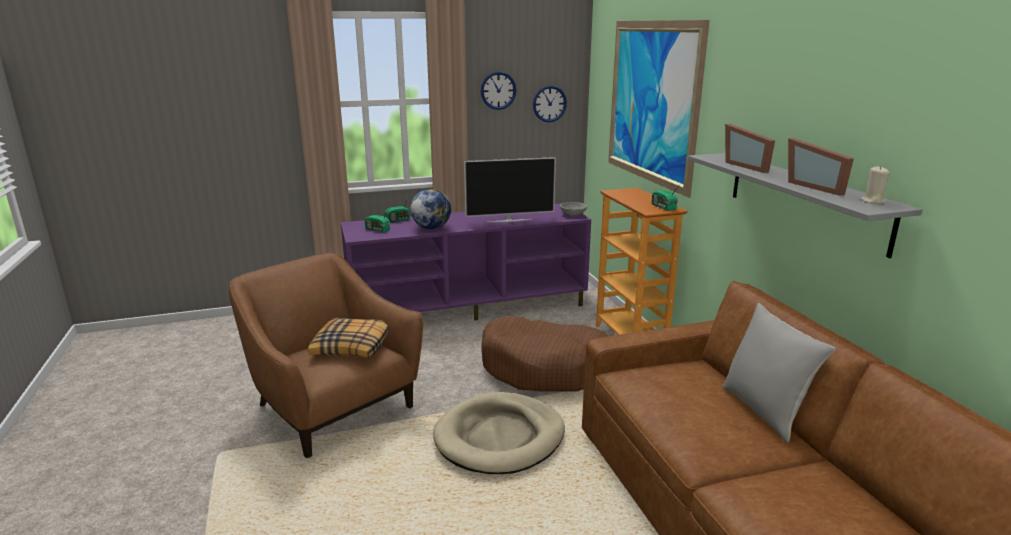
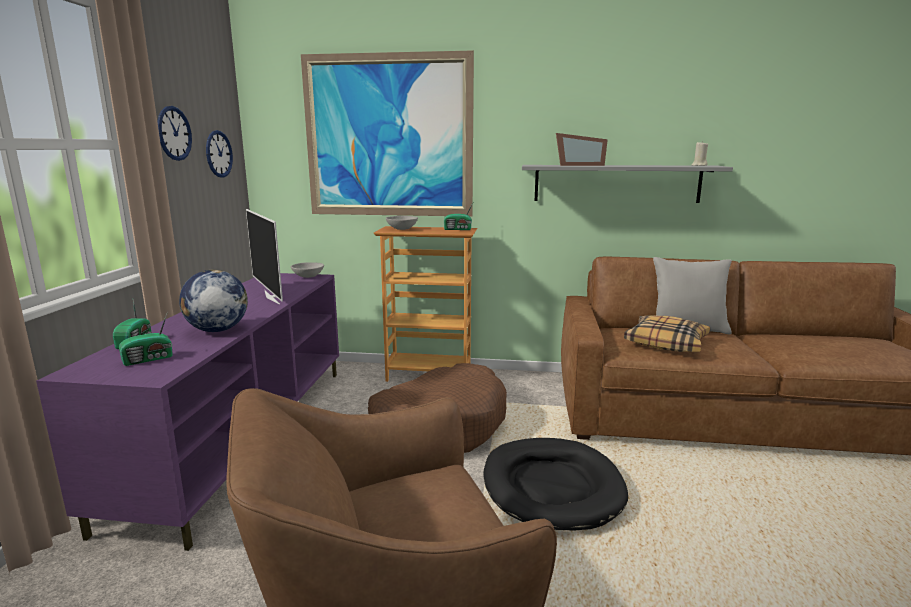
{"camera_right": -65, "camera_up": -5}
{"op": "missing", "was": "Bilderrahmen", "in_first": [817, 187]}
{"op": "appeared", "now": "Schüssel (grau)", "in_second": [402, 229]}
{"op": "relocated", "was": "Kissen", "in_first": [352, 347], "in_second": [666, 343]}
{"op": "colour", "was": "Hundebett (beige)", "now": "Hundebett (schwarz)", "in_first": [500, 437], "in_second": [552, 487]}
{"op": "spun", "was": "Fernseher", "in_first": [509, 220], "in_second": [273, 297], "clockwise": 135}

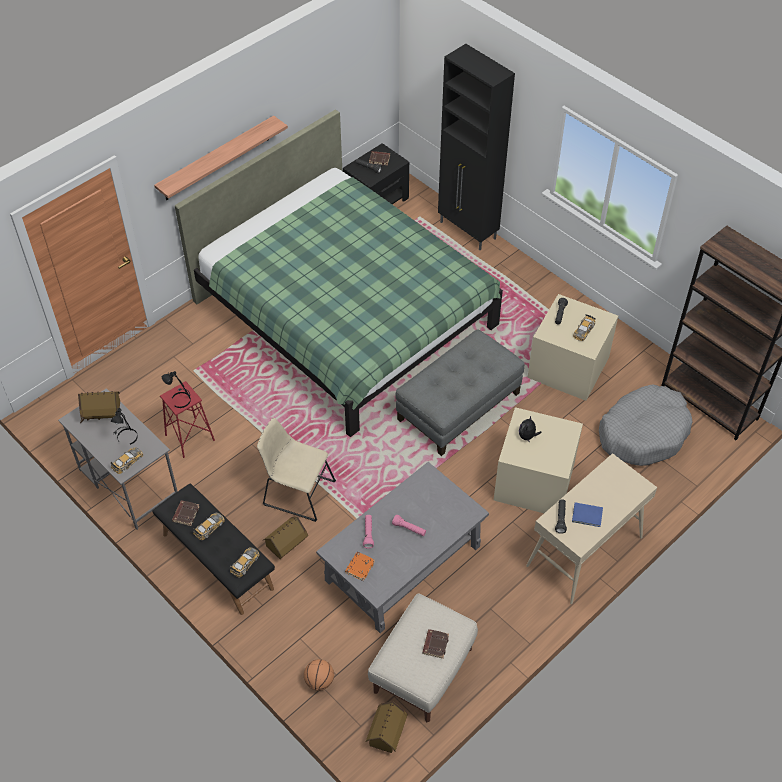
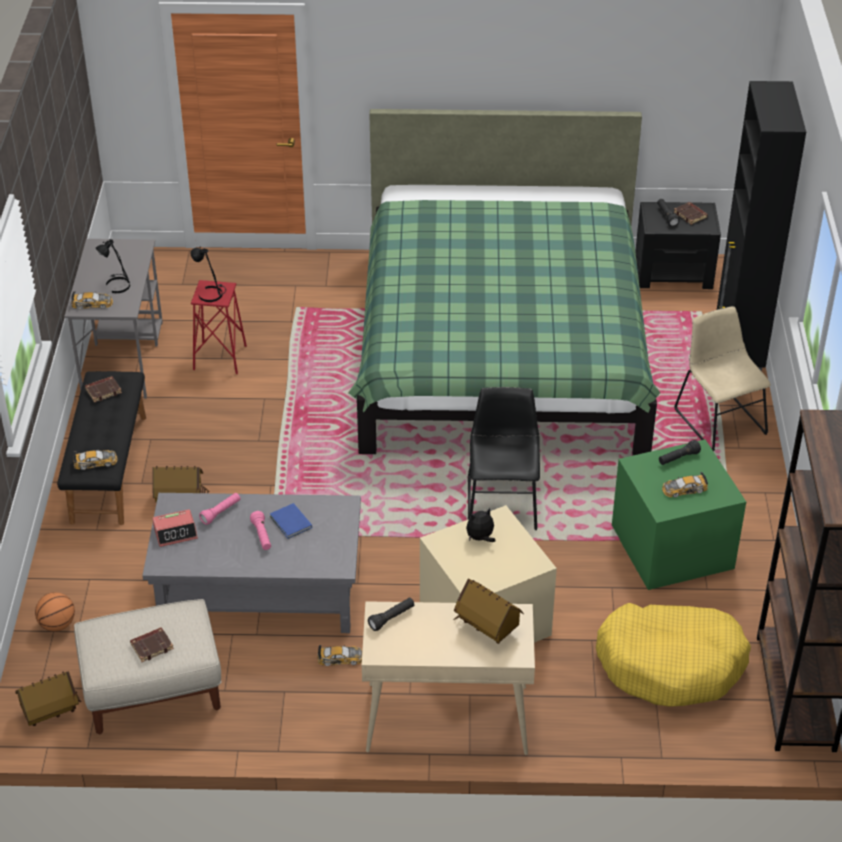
{"camera_right": 45, "camera_up": -10}
{"op": "missing", "was": "Wandregal", "in_first": [217, 159]}
{"op": "relocated", "was": "Spielzeughaus", "in_first": [102, 414], "in_second": [487, 628]}
{"op": "relocated", "was": "Spielzeugauto", "in_first": [209, 527], "in_second": [340, 658]}
{"op": "relocated", "was": "Stuhl (beige)", "in_first": [296, 492], "in_second": [718, 419]}
{"op": "relocated", "was": "Buch (blau)", "in_first": [588, 516], "in_second": [290, 523]}
{"op": "exchanged", "was": "Buch (orange)", "now": "Wecker", "in_first": [359, 567], "in_second": [175, 532]}
{"op": "exchanged", "was": "Polsterhocker (grau)", "now": "Stuhl (schwarz)", "in_first": [458, 405], "in_second": [502, 500]}
{"op": "colour", "was": "Aufbewahrungsbox (beige)", "now": "Aufbewahrungsbox (grün)", "in_first": [569, 367], "in_second": [674, 547]}
{"op": "colour", "was": "Hundebett (grau)", "now": "Hundebett (gelb)", "in_first": [643, 433], "in_second": [671, 664]}

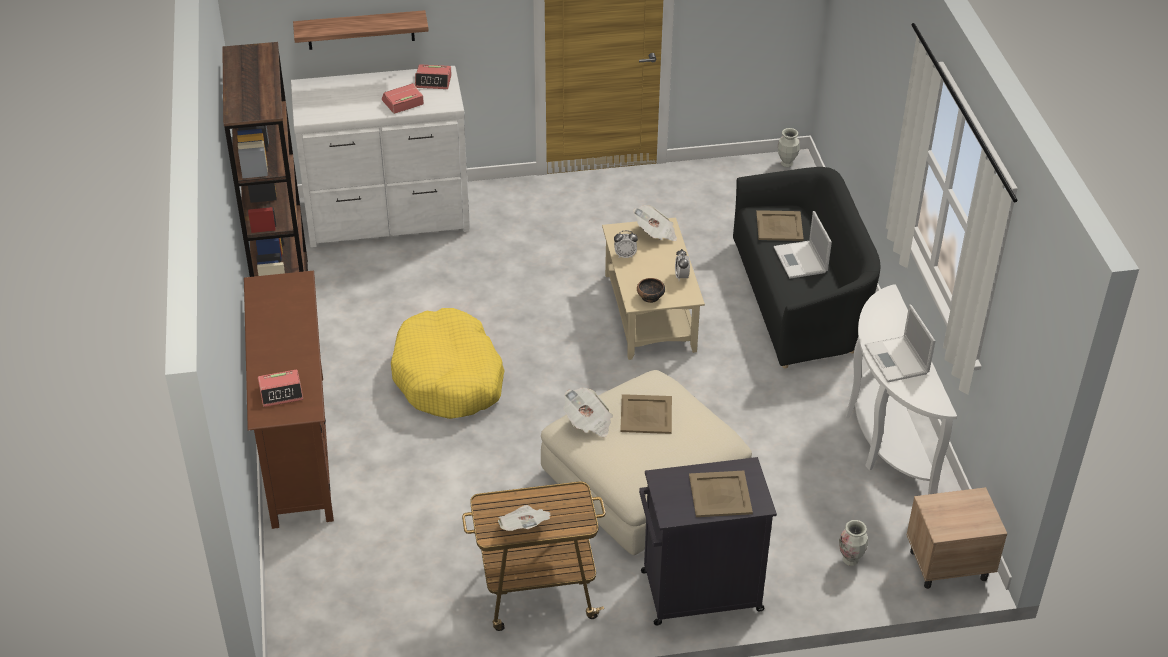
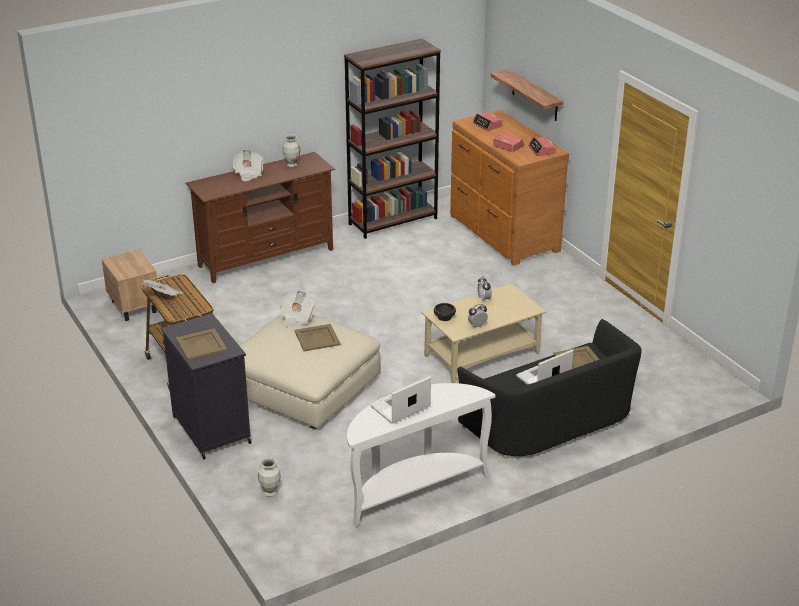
{"camera_right": 70, "camera_up": -10}
{"op": "missing", "was": "Hundebett (gelb)", "in_first": [449, 377]}
{"op": "relocated", "was": "Wecker", "in_first": [281, 393], "in_second": [487, 125]}
{"op": "relocated", "was": "Zeitung", "in_first": [655, 233], "in_second": [248, 173]}
{"op": "relocated", "was": "Vase", "in_first": [786, 164], "in_second": [291, 165]}
{"op": "relocated", "was": "Nachttisch (beige)", "in_first": [947, 565], "in_second": [134, 306]}
{"op": "colour", "was": "Kommode (weiß)", "now": "Kommode (braun)", "in_first": [388, 217], "in_second": [502, 234]}

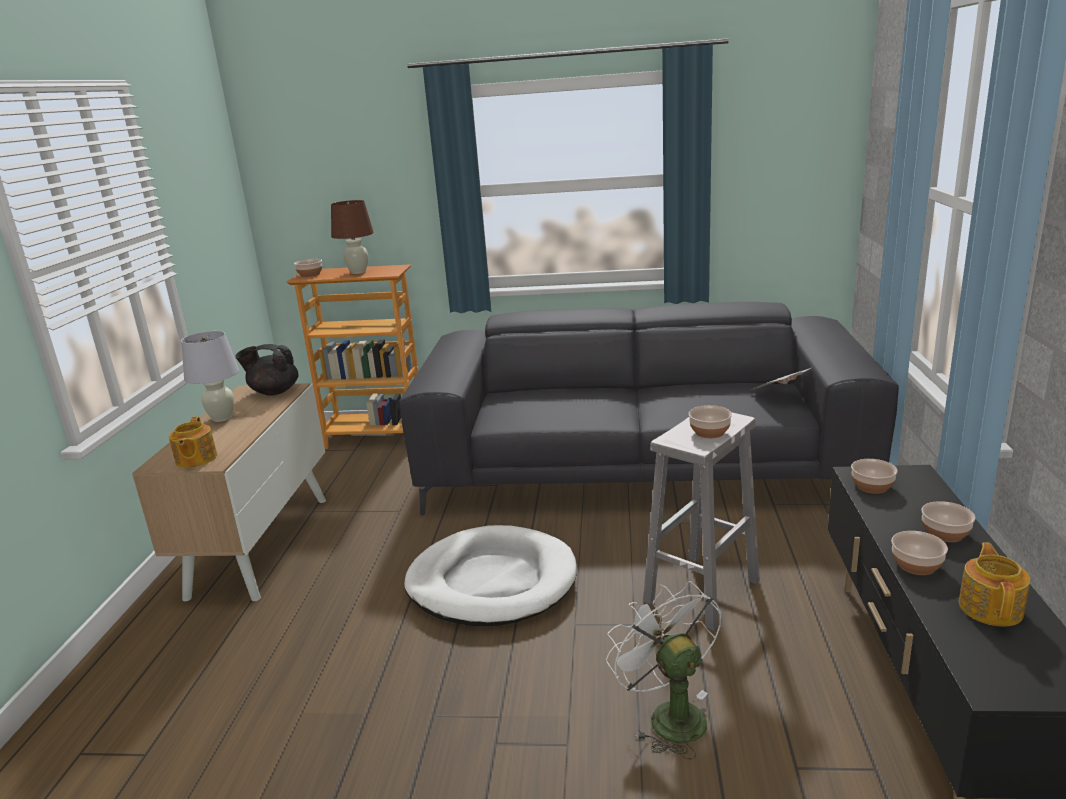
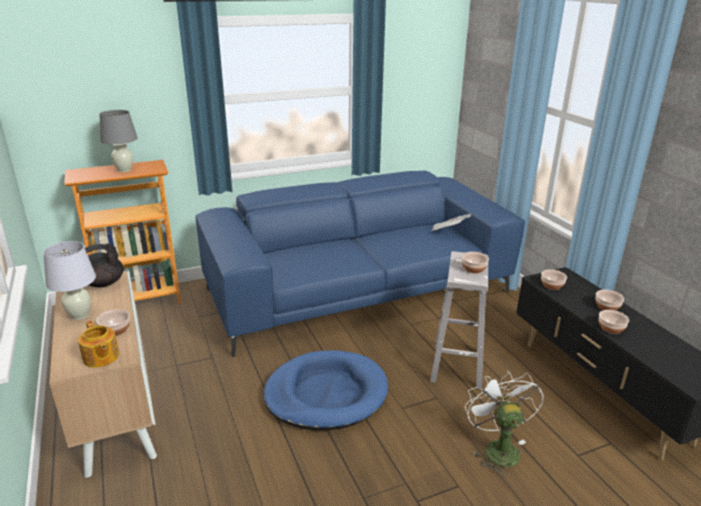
{"camera_right": -30, "camera_up": 5}
{"op": "missing", "was": "Teekanne", "in_first": [991, 607]}
{"op": "relocated", "was": "Schüssel", "in_first": [310, 274], "in_second": [116, 330]}
{"op": "colour", "was": "Tischlampe (braun)", "now": "Tischlampe (grau)", "in_first": [358, 272], "in_second": [124, 170]}
{"op": "colour", "was": "Sofa (grau)", "now": "Sofa (blau)", "in_first": [639, 468], "in_second": [358, 291]}
{"op": "colour", "was": "Hundebett (weiß)", "now": "Hundebett (blau)", "in_first": [492, 582], "in_second": [326, 394]}
{"op": "spun", "was": "Ventilator (weiß)", "in_first": [668, 715], "in_second": [497, 448], "clockwise": 45}

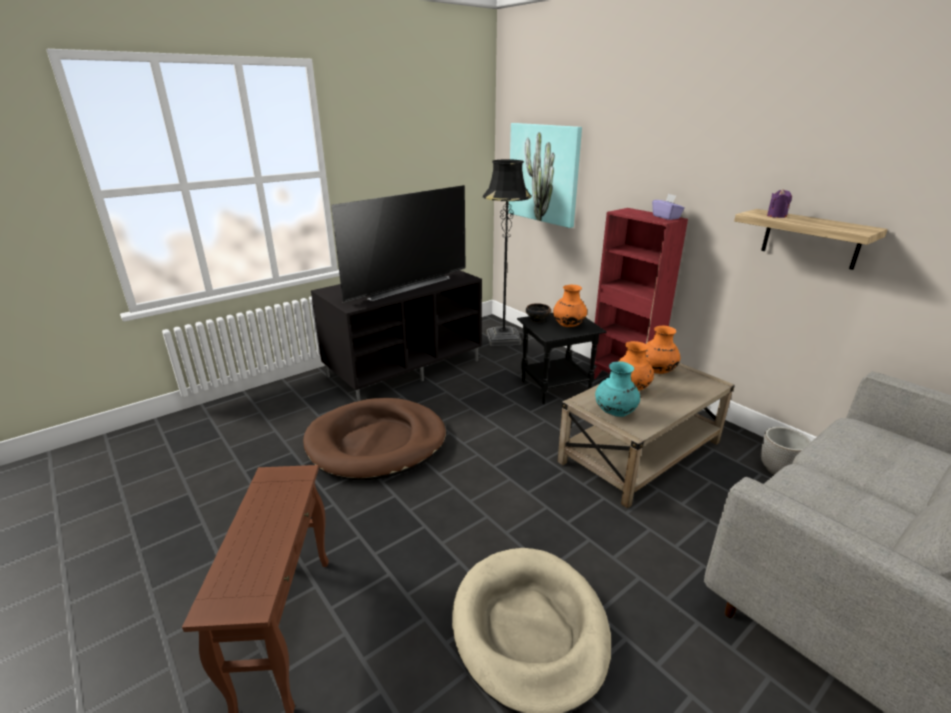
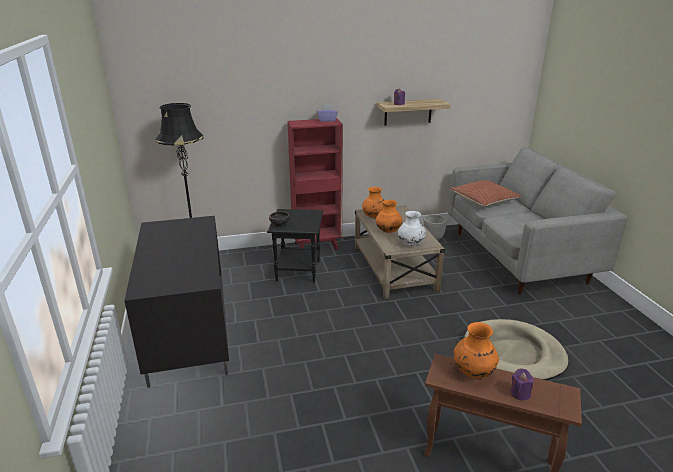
{"camera_right": -65, "camera_up": 0}
{"op": "missing", "was": "Hundebett (braun)", "in_first": [377, 443]}
{"op": "missing", "was": "Fernseher", "in_first": [405, 285]}
{"op": "missing", "was": "Bild", "in_first": [544, 173]}
{"op": "appeared", "now": "Kissen", "in_second": [484, 201]}
{"op": "appeared", "now": "Kerze (lila)", "in_second": [520, 393]}
{"op": "relocated", "was": "Vase (orange)", "in_first": [568, 325], "in_second": [473, 372]}
{"op": "colour", "was": "Vase (türkis)", "now": "Vase (weiß)", "in_first": [615, 413], "in_second": [411, 244]}

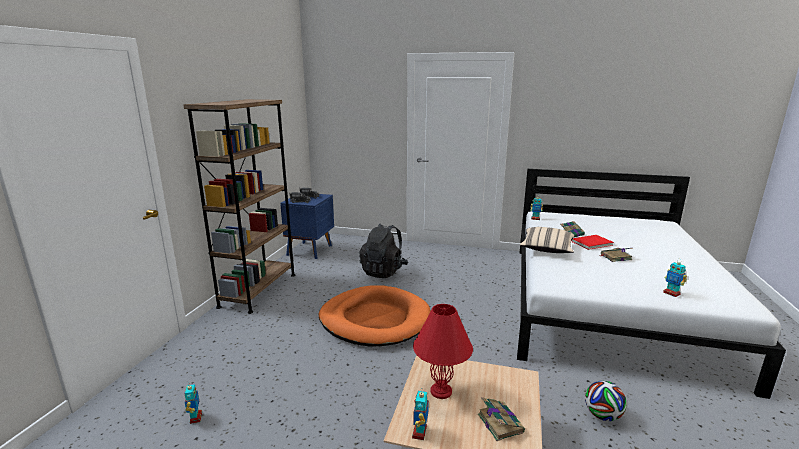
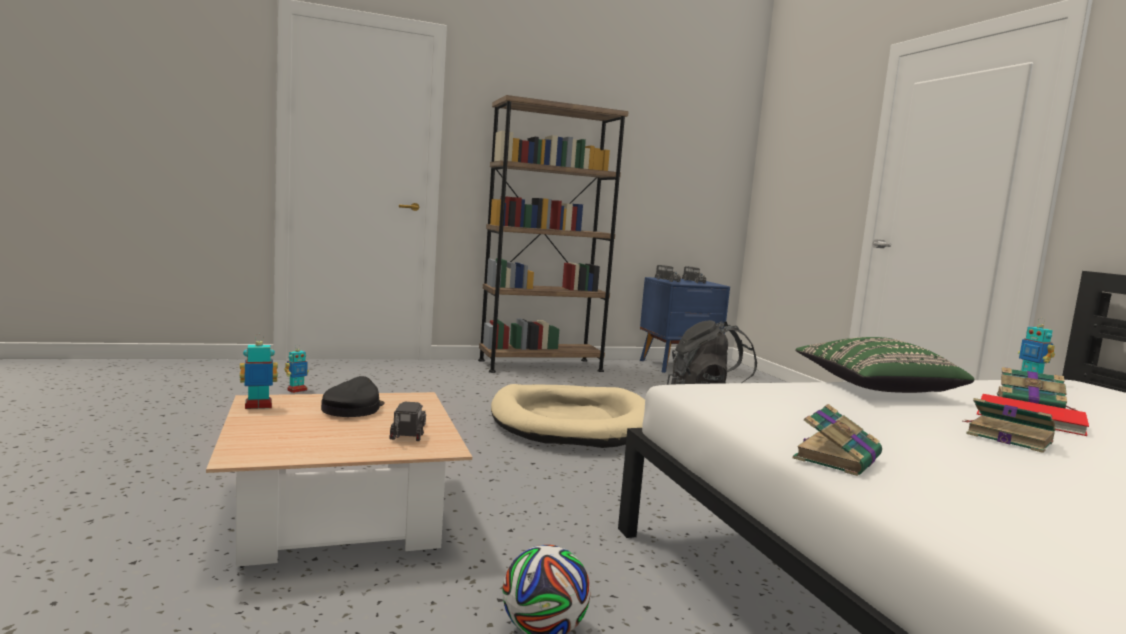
{"camera_right": 55, "camera_up": -10}
{"op": "missing", "was": "Spielzeugroboter", "in_first": [671, 293]}
{"op": "appeared", "now": "Spielzeuglaster", "in_second": [409, 433]}
{"op": "relocated", "was": "Buch", "in_first": [499, 422], "in_second": [837, 457]}
{"op": "exchanged", "was": "Tischlampe (rot)", "now": "Kappe (schwarz)", "in_first": [441, 392], "in_second": [352, 408]}
{"op": "colour", "was": "Hundebett (orange)", "now": "Hundebett (beige)", "in_first": [374, 320], "in_second": [571, 422]}
{"op": "colour", "was": "Kissen (beige)", "now": "Kissen (grün)", "in_first": [546, 249], "in_second": [875, 388]}

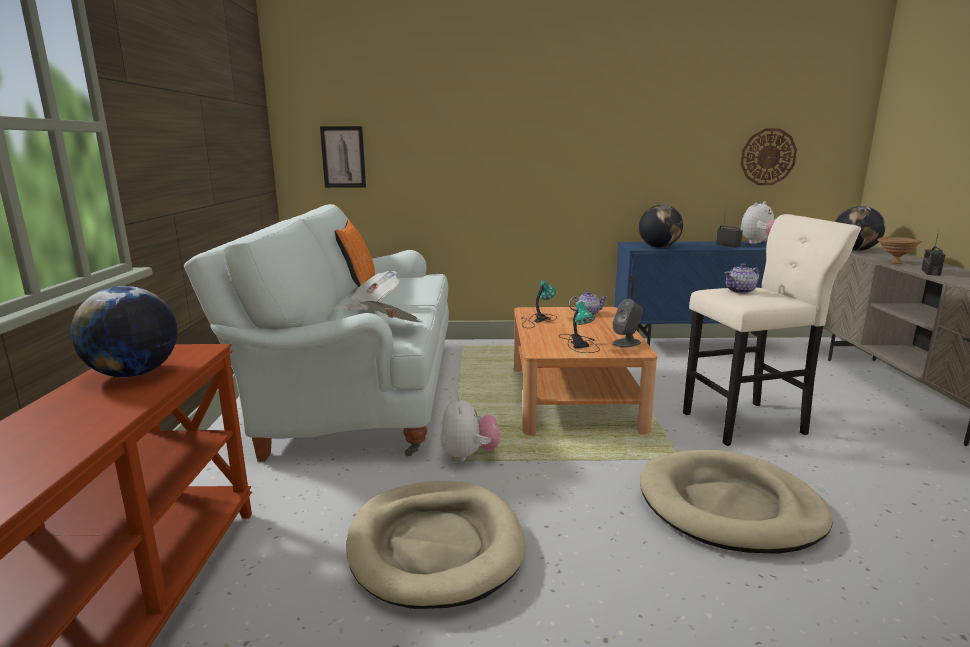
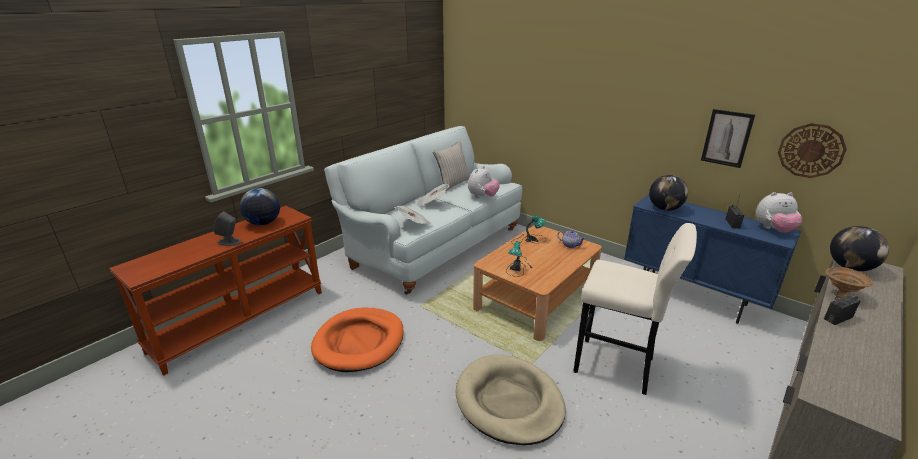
{"camera_right": 40, "camera_up": 10}
{"op": "missing", "was": "Teekanne", "in_first": [740, 291]}
{"op": "relocated", "was": "Bild", "in_first": [343, 157], "in_second": [727, 138]}
{"op": "relocated", "was": "Plüschtier", "in_first": [469, 455], "in_second": [482, 197]}
{"op": "relocated", "was": "Lautsprecher (grau)", "in_first": [626, 343], "in_second": [229, 242]}
{"op": "colour", "was": "Kissen (orange)", "now": "Kissen (beige)", "in_first": [358, 286], "in_second": [452, 184]}
{"op": "colour", "was": "Hundebett (beige)", "now": "Hundebett (orange)", "in_first": [435, 546], "in_second": [359, 342]}

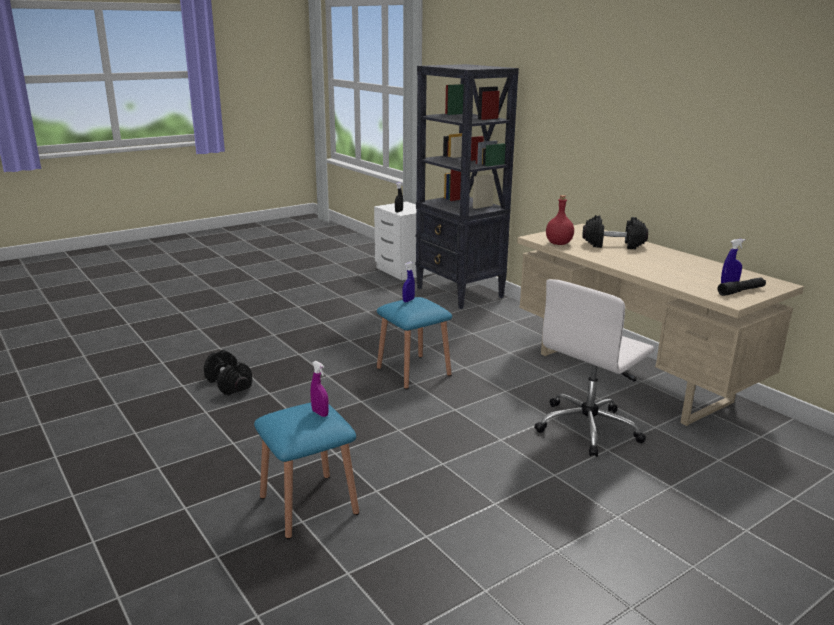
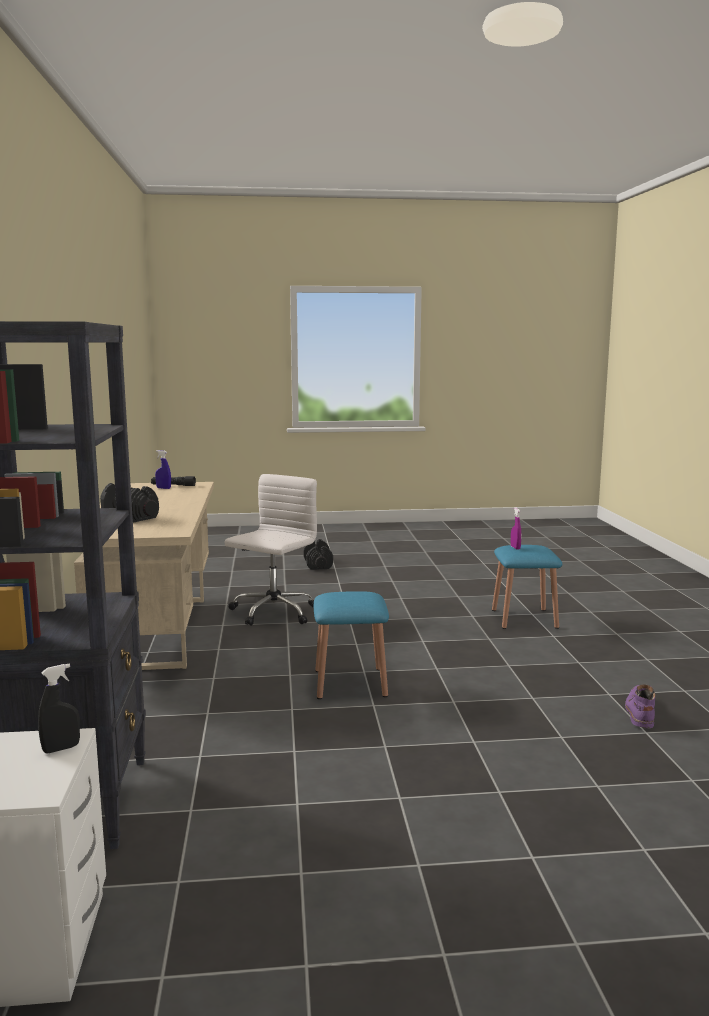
{"camera_right": -150, "camera_up": -10}
{"op": "missing", "was": "Sprühflasche (blau)", "in_first": [408, 300]}
{"op": "missing", "was": "Flasche (rot)", "in_first": [559, 243]}
{"op": "appeared", "now": "Stiefel (lila)", "in_second": [640, 712]}
{"op": "relocated", "was": "Hantel (schwarz)", "in_first": [228, 384], "in_second": [318, 564]}
{"op": "spun", "was": "Bürostuhl (weiß)", "in_first": [588, 427], "in_second": [272, 613], "clockwise": -45}

